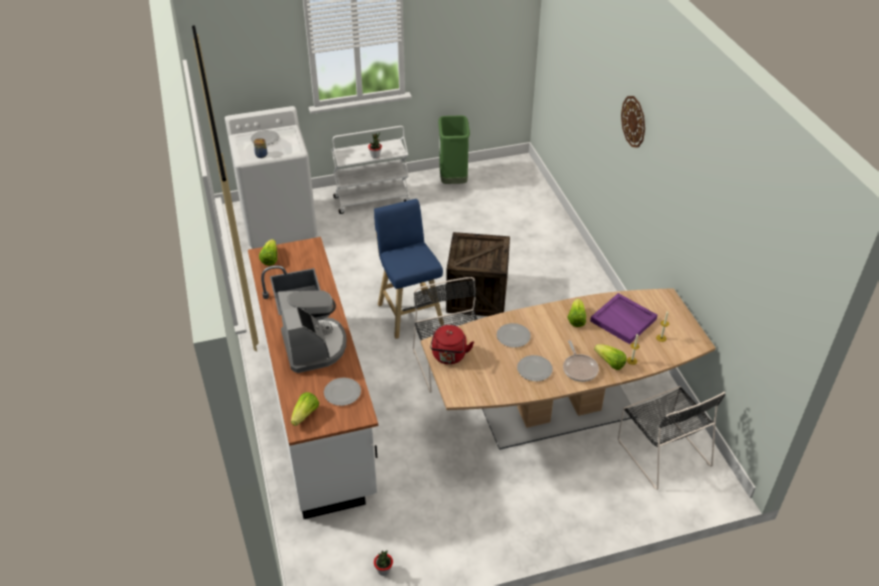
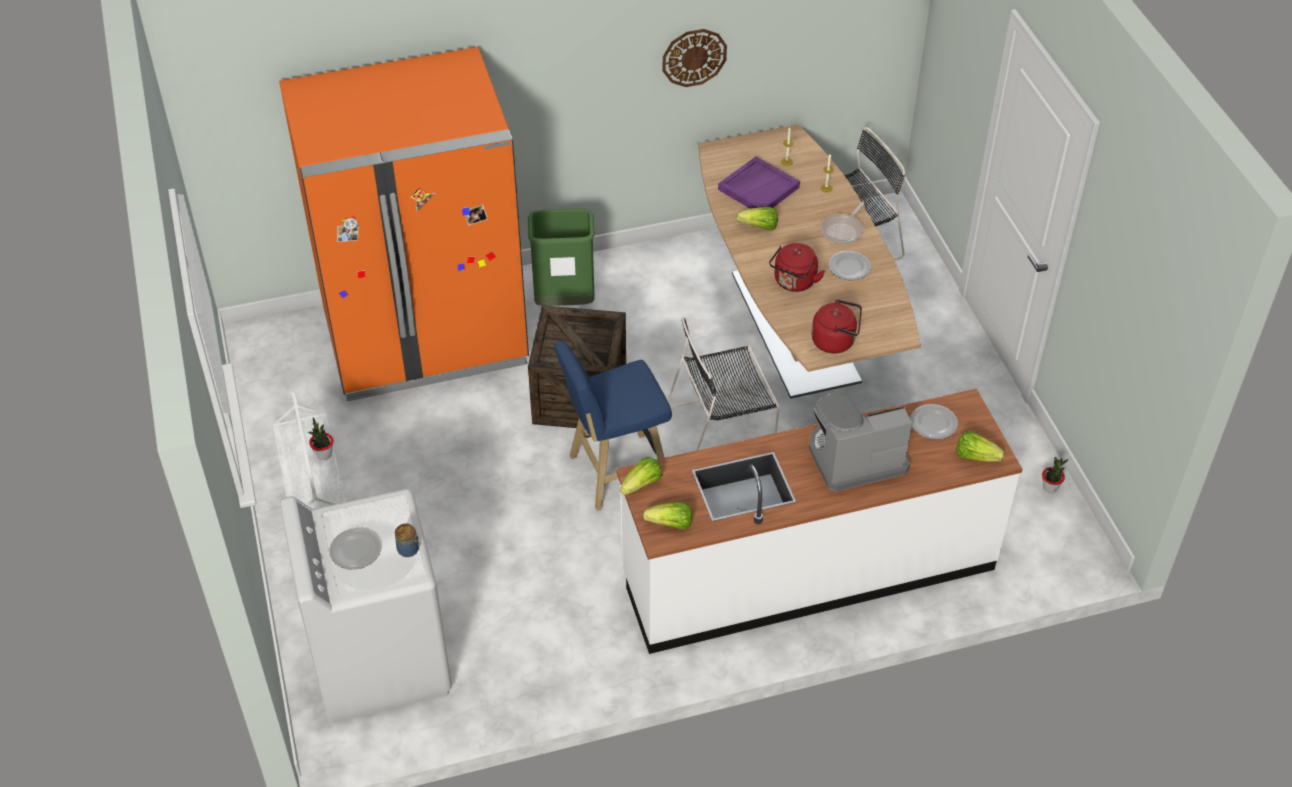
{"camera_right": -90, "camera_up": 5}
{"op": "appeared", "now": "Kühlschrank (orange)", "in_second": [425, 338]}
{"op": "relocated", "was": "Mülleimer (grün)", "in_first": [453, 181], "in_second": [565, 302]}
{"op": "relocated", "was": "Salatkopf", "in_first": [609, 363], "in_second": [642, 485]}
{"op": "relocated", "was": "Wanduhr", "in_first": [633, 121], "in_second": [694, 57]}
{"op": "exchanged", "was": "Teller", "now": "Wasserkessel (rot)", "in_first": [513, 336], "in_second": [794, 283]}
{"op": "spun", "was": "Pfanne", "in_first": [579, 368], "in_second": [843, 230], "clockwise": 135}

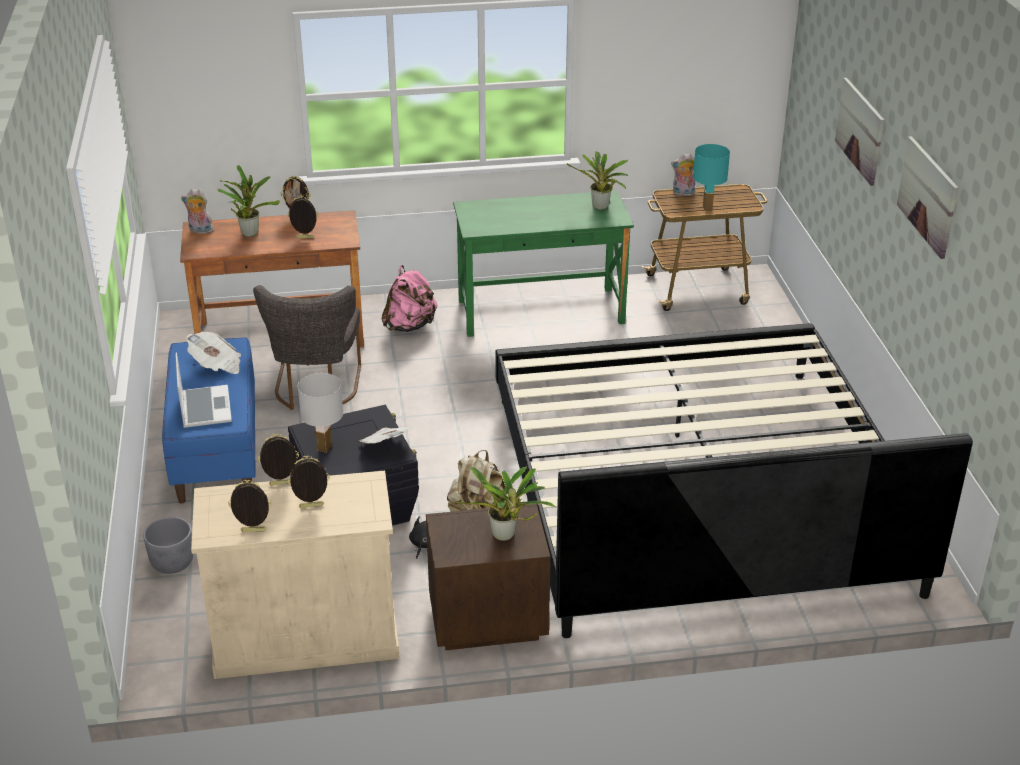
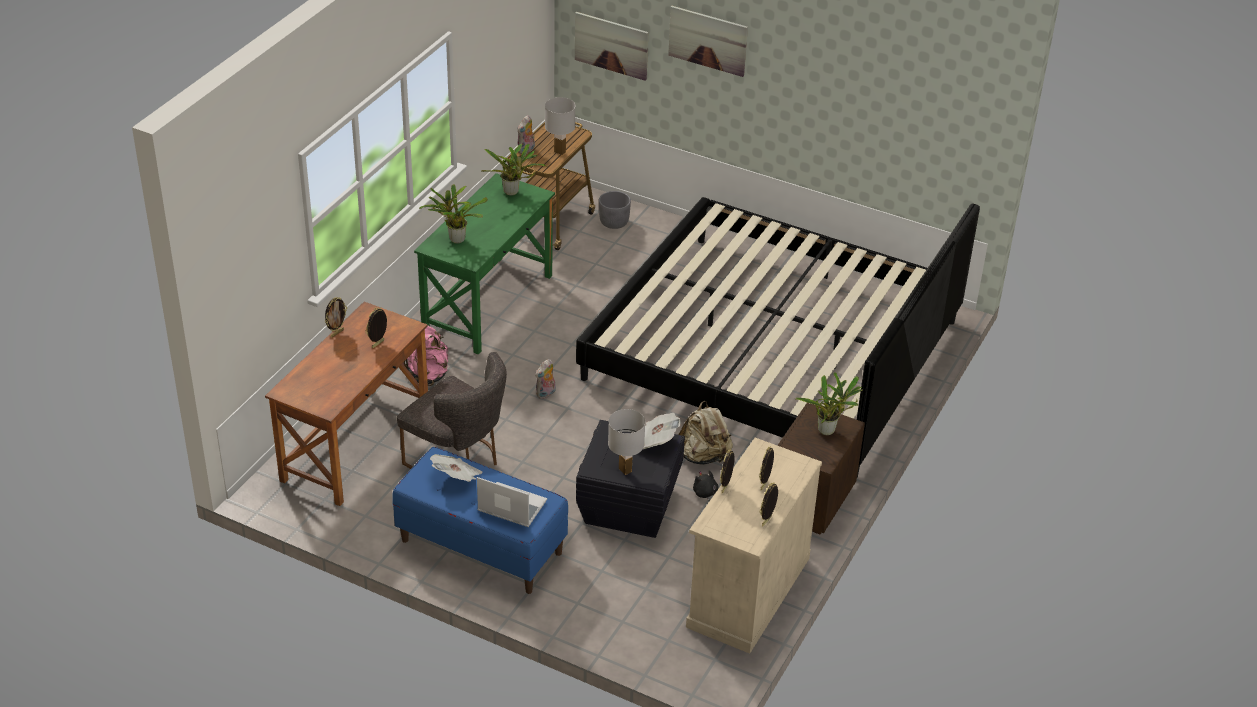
{"camera_right": -55, "camera_up": 5}
{"op": "relocated", "was": "Pflanzkübel (grau)", "in_first": [172, 563], "in_second": [614, 222]}
{"op": "relocated", "was": "Plüschtier", "in_first": [200, 231], "in_second": [546, 394]}
{"op": "relocated", "was": "Topfpflanze", "in_first": [250, 232], "in_second": [455, 239]}
{"op": "relocated", "was": "Bild", "in_first": [927, 196], "in_second": [611, 45]}
{"op": "colour", "was": "Tischlampe (türkis)", "now": "Tischlampe (weiß)", "in_first": [707, 208], "in_second": [559, 152]}

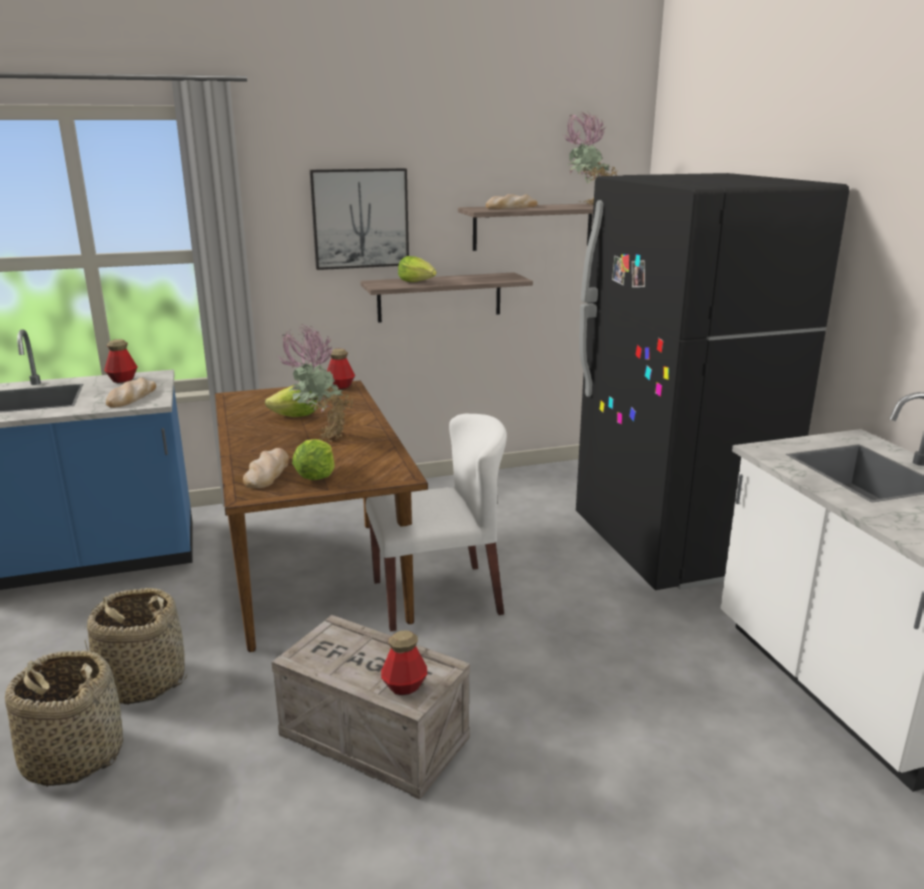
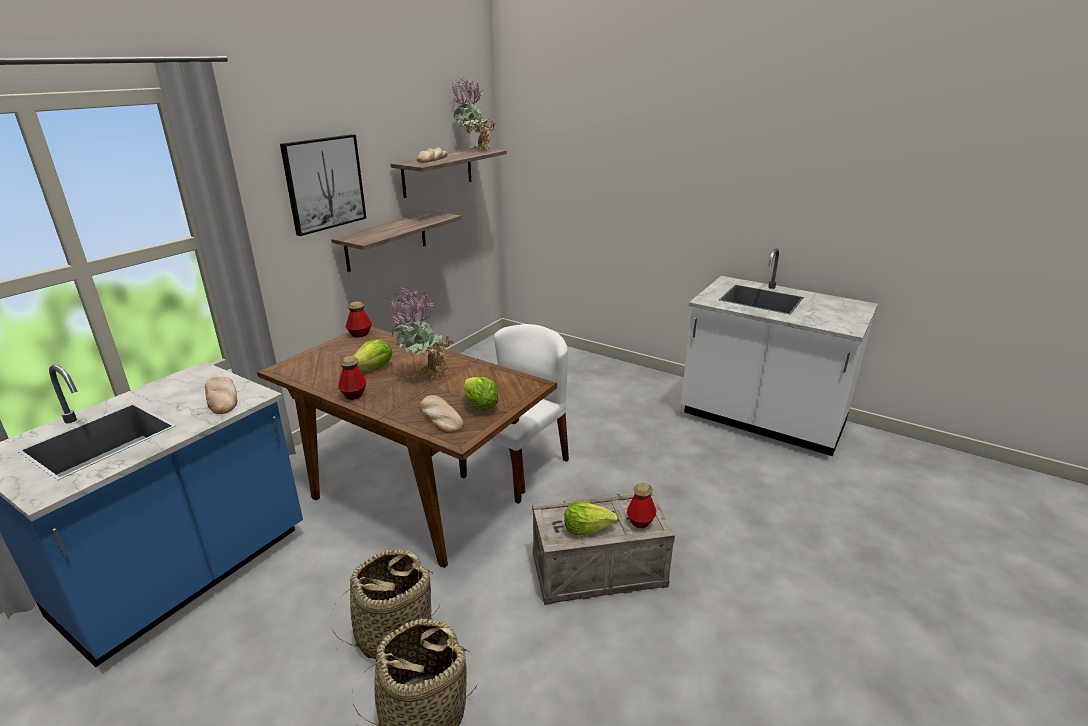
{"camera_right": -40, "camera_up": 5}
{"op": "missing", "was": "Kühlschrank (schwarz)", "in_first": [672, 545]}
{"op": "relocated", "was": "Flasche", "in_first": [122, 380], "in_second": [353, 394]}
{"op": "relocated", "was": "Salatkopf", "in_first": [417, 282], "in_second": [587, 528]}

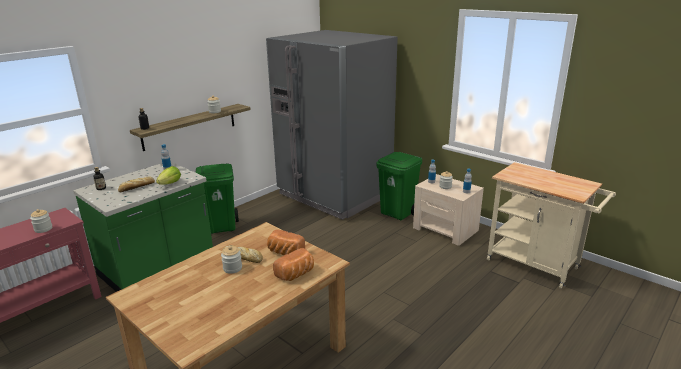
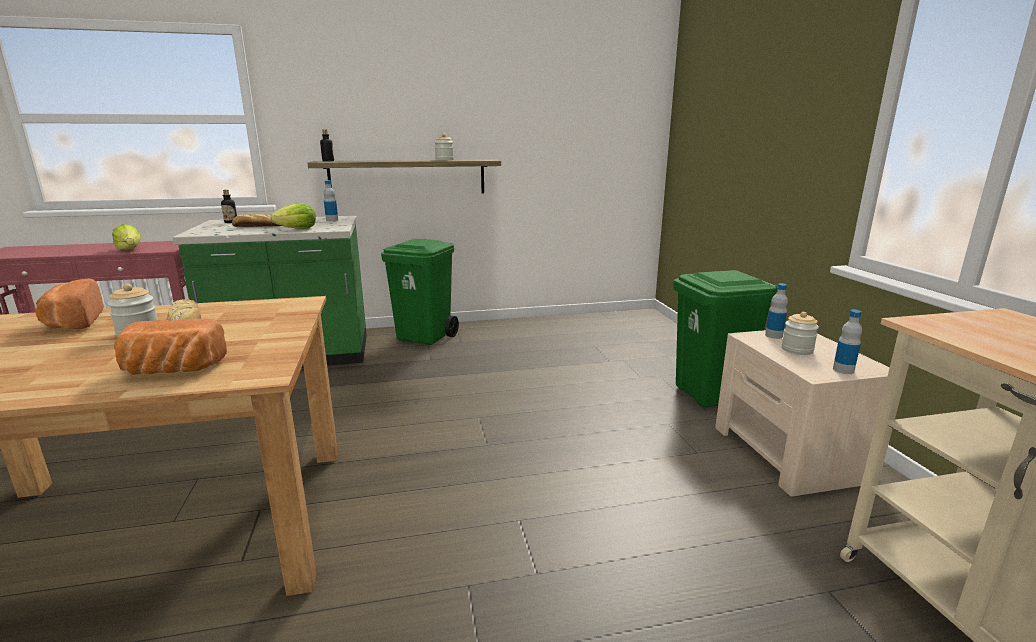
{"camera_right": 35, "camera_up": -5}
{"op": "missing", "was": "Kühlschrank (grau)", "in_first": [334, 194]}
{"op": "relocated", "was": "Brot", "in_first": [284, 252], "in_second": [73, 322]}
{"op": "exchanged", "was": "Vorratsglas", "now": "Salatkopf", "in_first": [43, 229], "in_second": [130, 250]}

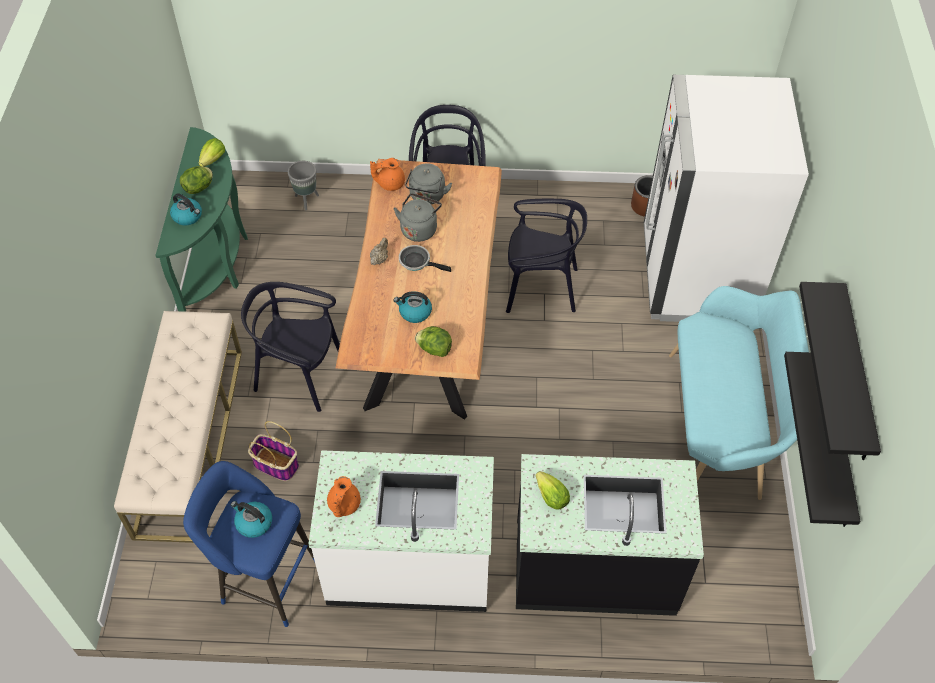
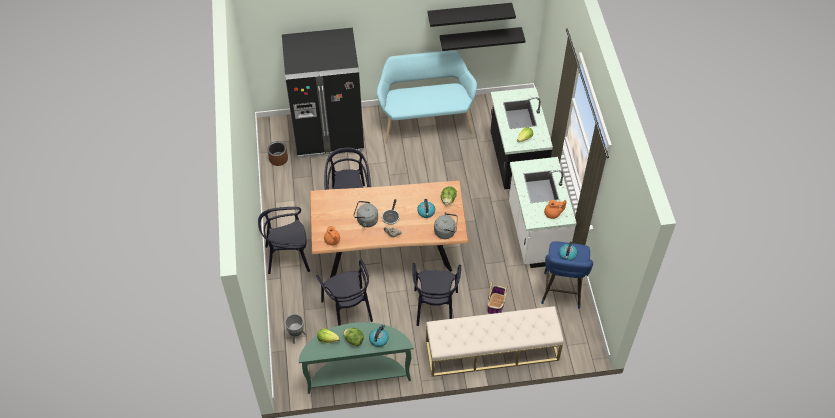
{"camera_right": -100, "camera_up": 0}
{"op": "appeared", "now": "Stuhl (schwarz)", "in_second": [348, 309]}
{"op": "relocated", "was": "Wasserkessel (grau)", "in_first": [427, 197], "in_second": [446, 232]}
{"op": "colour", "was": "Kühlschrank (weiß)", "now": "Kühlschrank (schwarz)", "in_first": [696, 276], "in_second": [328, 134]}

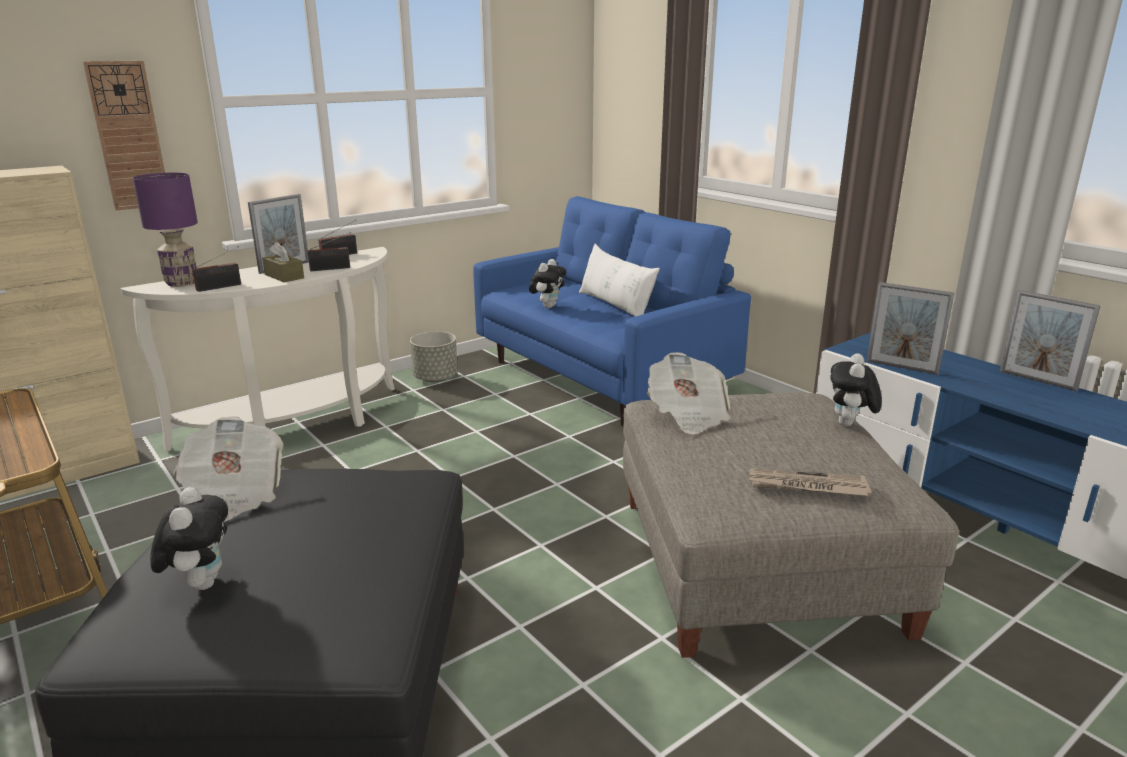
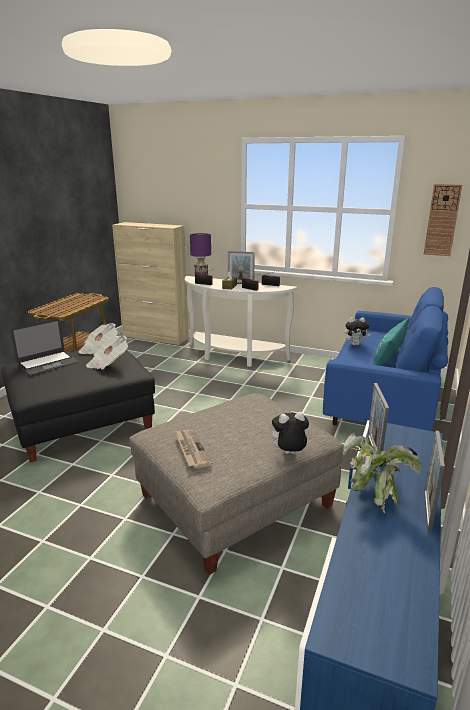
{"camera_right": 60, "camera_up": 0}
{"op": "missing", "was": "Pflanzkübel (grau)", "in_first": [435, 378]}
{"op": "appeared", "now": "Topfpflanze", "in_second": [374, 493]}
{"op": "relocated", "was": "Wanduhr", "in_first": [128, 136], "in_second": [442, 220]}
{"op": "relocated", "was": "Zeitung", "in_first": [687, 414], "in_second": [108, 363]}
{"op": "exchanged", "was": "Plüschtier", "now": "Laptop", "in_first": [201, 583], "in_second": [48, 363]}
{"op": "colour", "was": "Kissen (weiß)", "now": "Kissen (türkis)", "in_first": [615, 305], "in_second": [388, 358]}

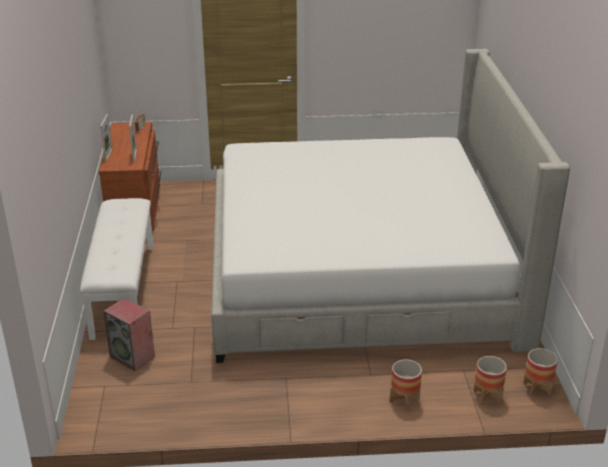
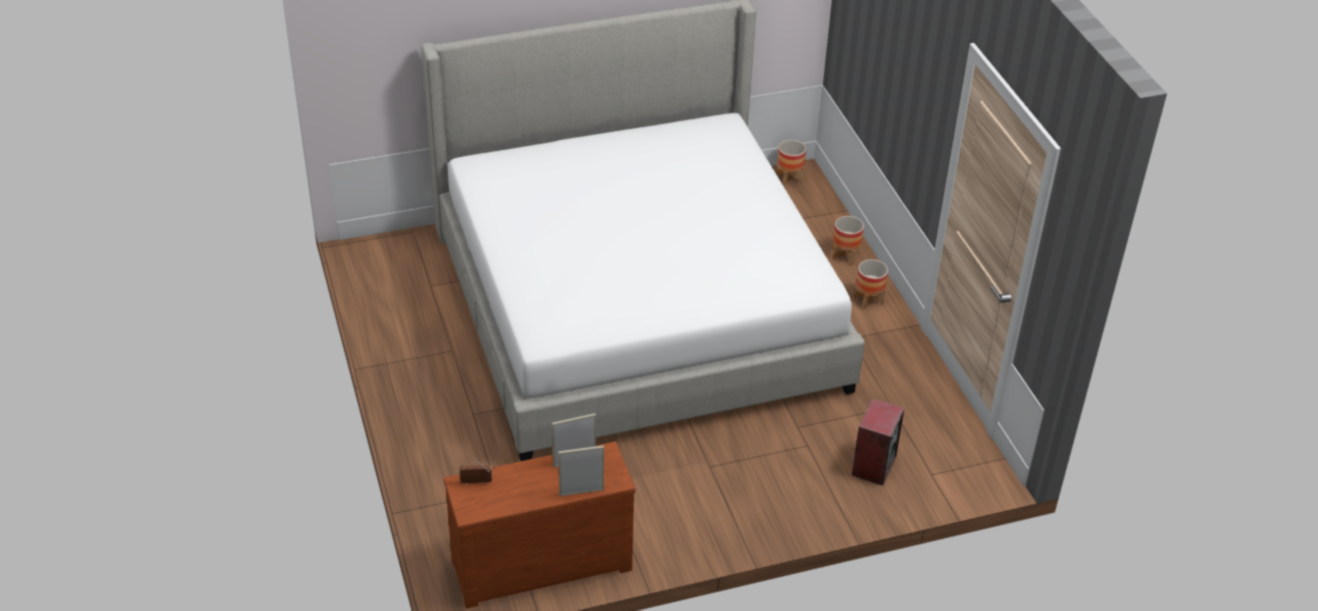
{"camera_right": -105, "camera_up": 10}
{"op": "missing", "was": "Bank (weiß)", "in_first": [122, 290]}
{"op": "relocated", "was": "Pflanzkübel", "in_first": [487, 396], "in_second": [868, 300]}

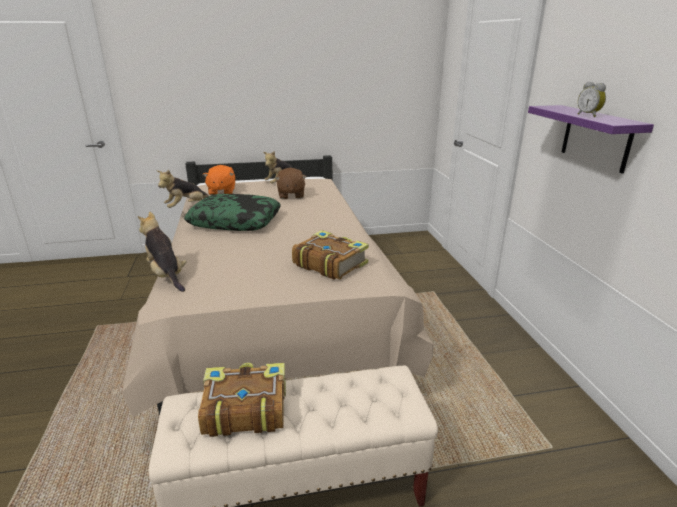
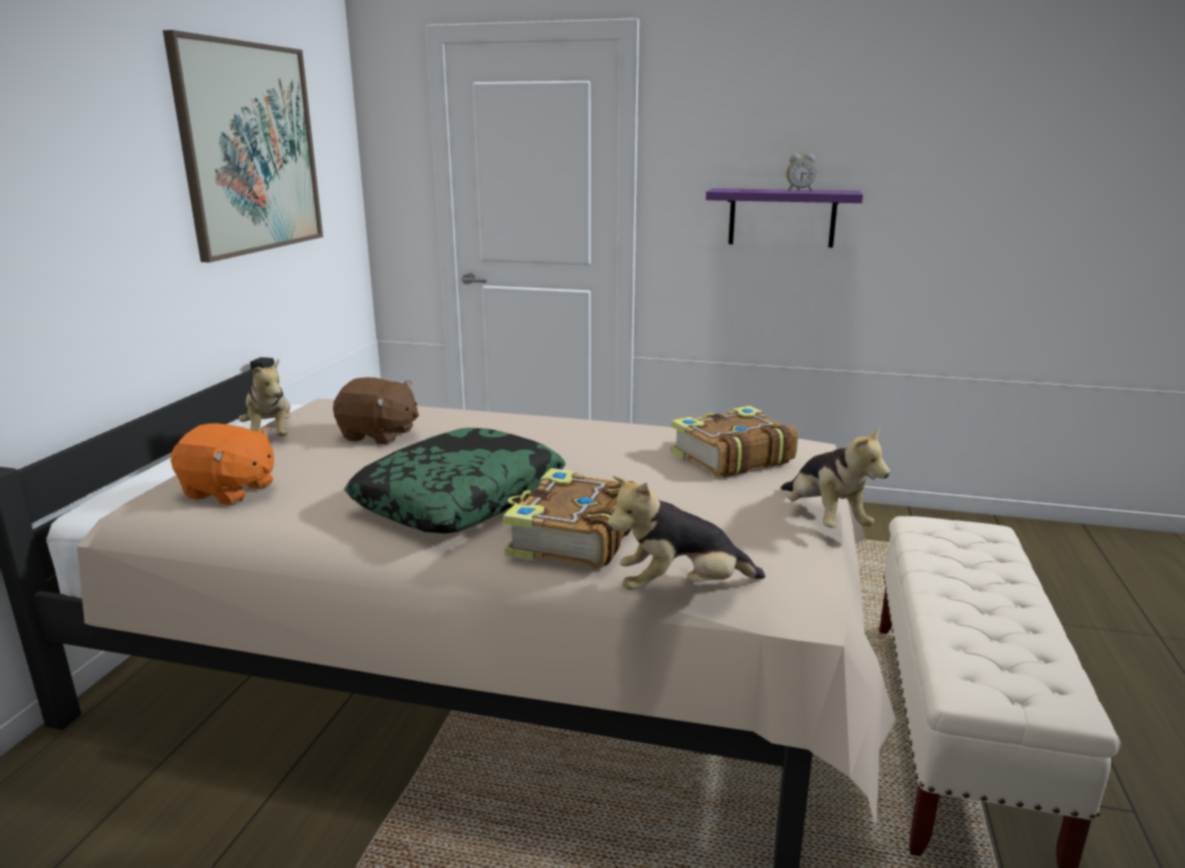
{"camera_right": -65, "camera_up": -5}
{"op": "appeared", "now": "Bild", "in_second": [250, 149]}
{"op": "relocated", "was": "Plüschtier", "in_first": [186, 207], "in_second": [824, 519]}
{"op": "relocated", "was": "Buch", "in_first": [244, 408], "in_second": [571, 538]}

